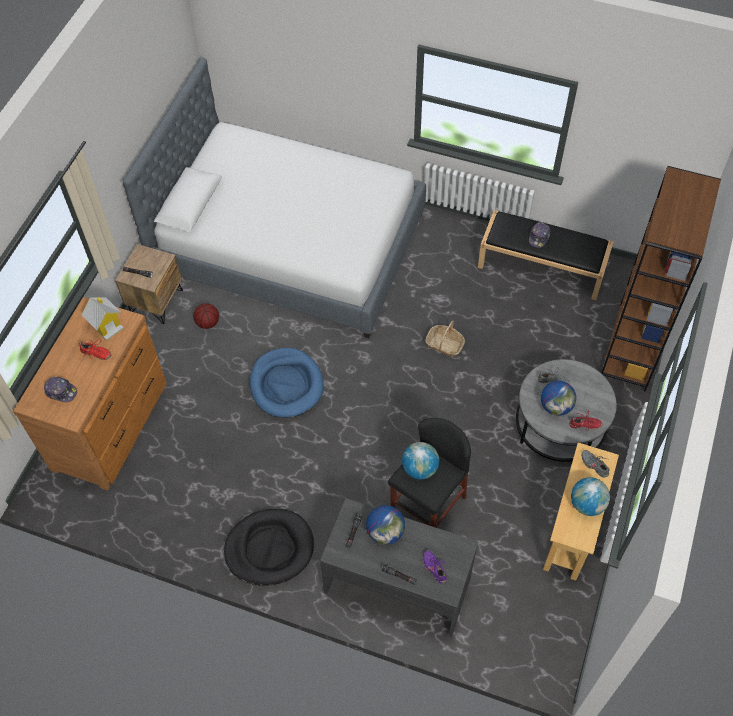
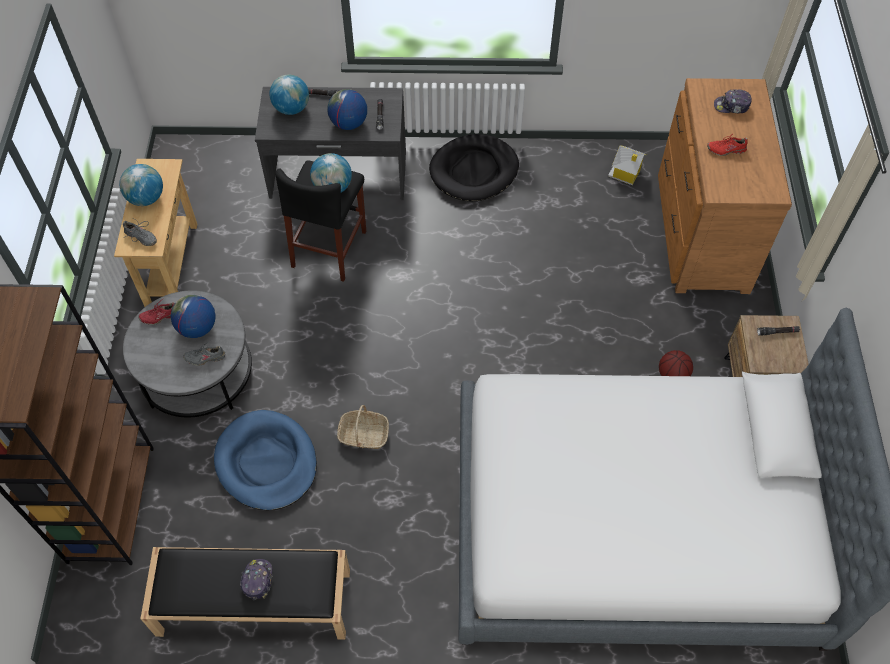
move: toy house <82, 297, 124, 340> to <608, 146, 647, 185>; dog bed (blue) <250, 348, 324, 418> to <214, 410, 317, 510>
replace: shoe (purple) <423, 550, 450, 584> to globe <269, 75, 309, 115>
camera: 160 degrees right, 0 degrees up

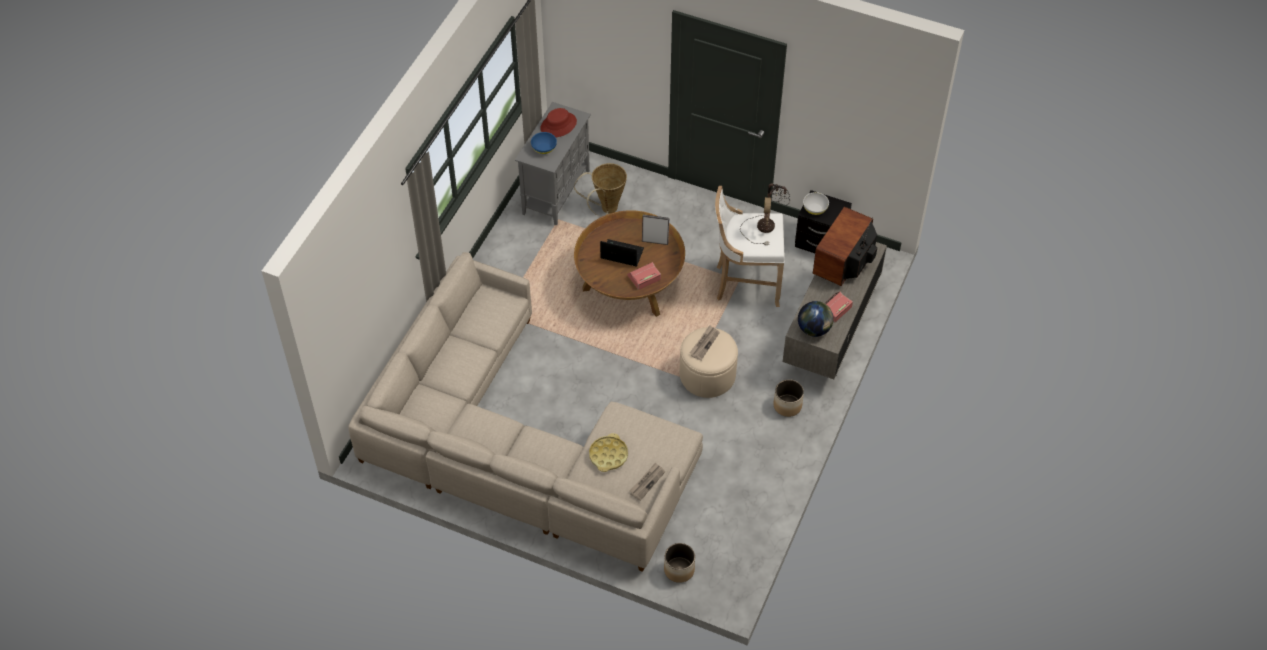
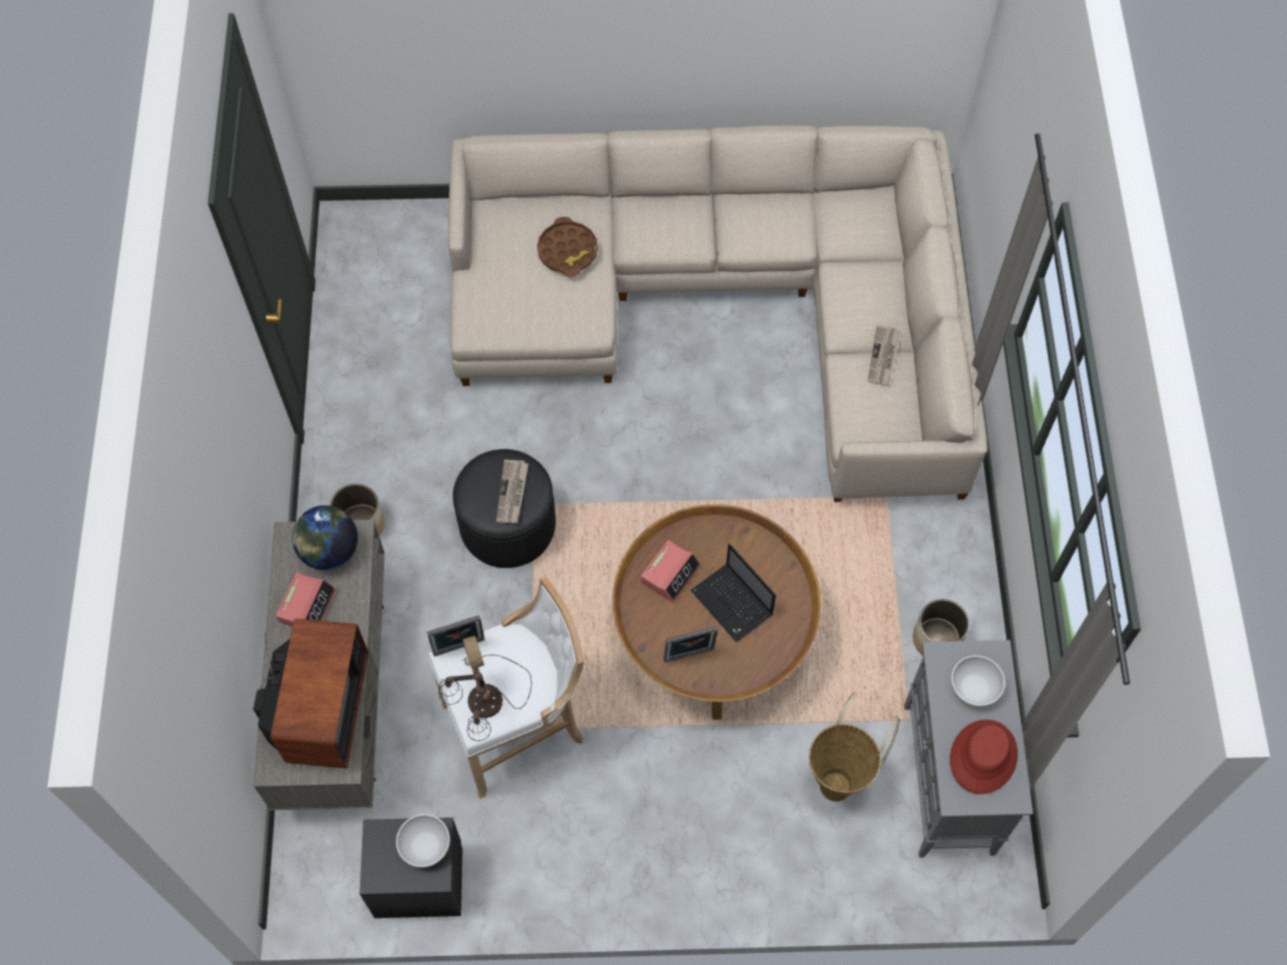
insert: picture frame <427, 615, 485, 656>
move: newspaper <630, 462, 665, 501> to <868, 325, 900, 385>; planter <664, 543, 695, 583> to <913, 599, 969, 655>
recolor: bowl (blue) <531, 132, 557, 154> to bowl (white) <951, 655, 1005, 707>; tray (yellow) <589, 433, 628, 472> to tray (brown) <537, 217, 598, 277>; ottoman (beige) <679, 327, 738, 398> to ottoman (black) <453, 449, 556, 568>
rotate: laptop <600, 239, 644, 267> = <691, 544, 776, 642> 60 degrees clockwise
camera: 155 degrees right, 10 degrees up

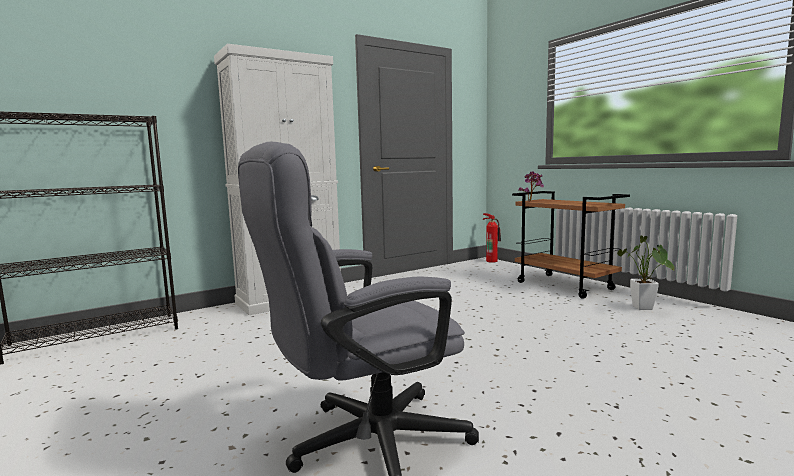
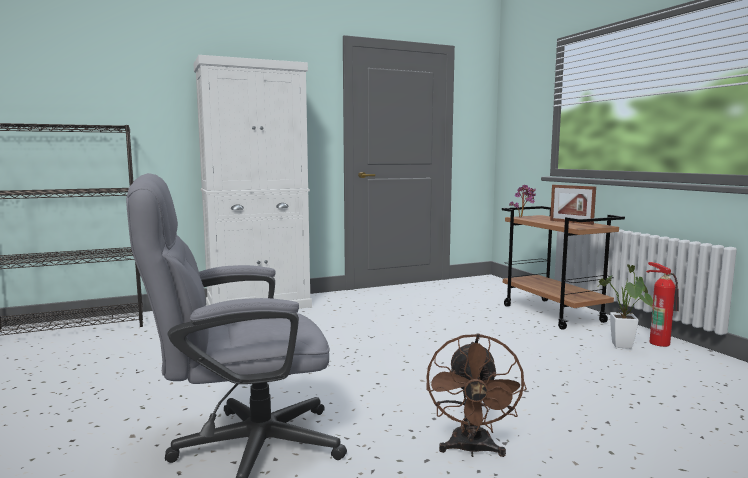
insert: fan (brown) <426, 333, 527, 457>; picture frame <550, 185, 596, 225>
move: fire extinguisher <483, 213, 501, 263> to <646, 262, 679, 347>
camera: 10 degrees right, 0 degrees up

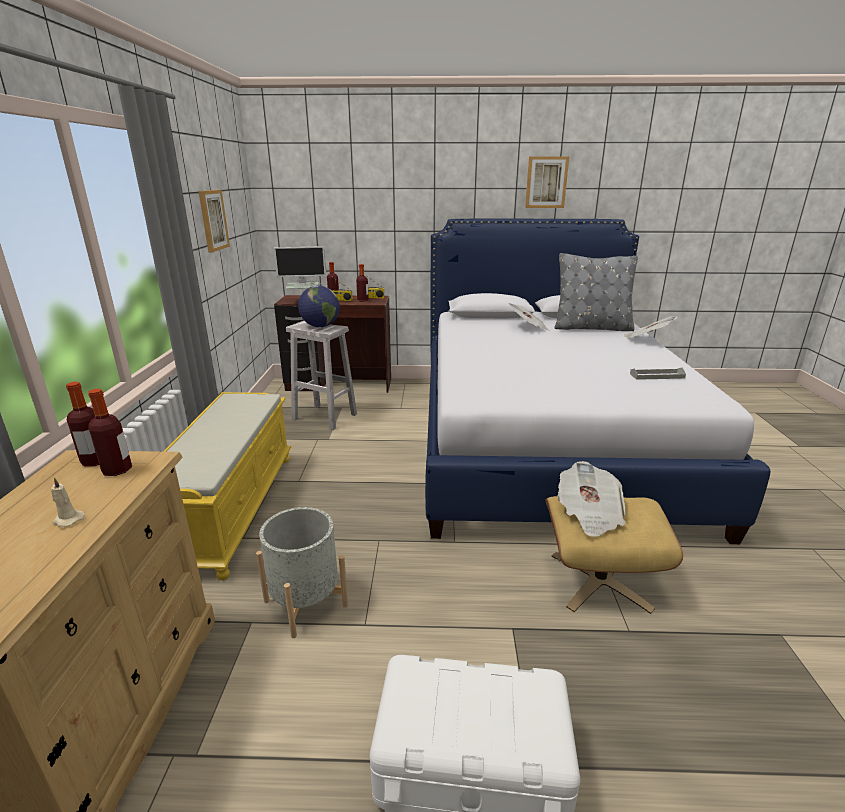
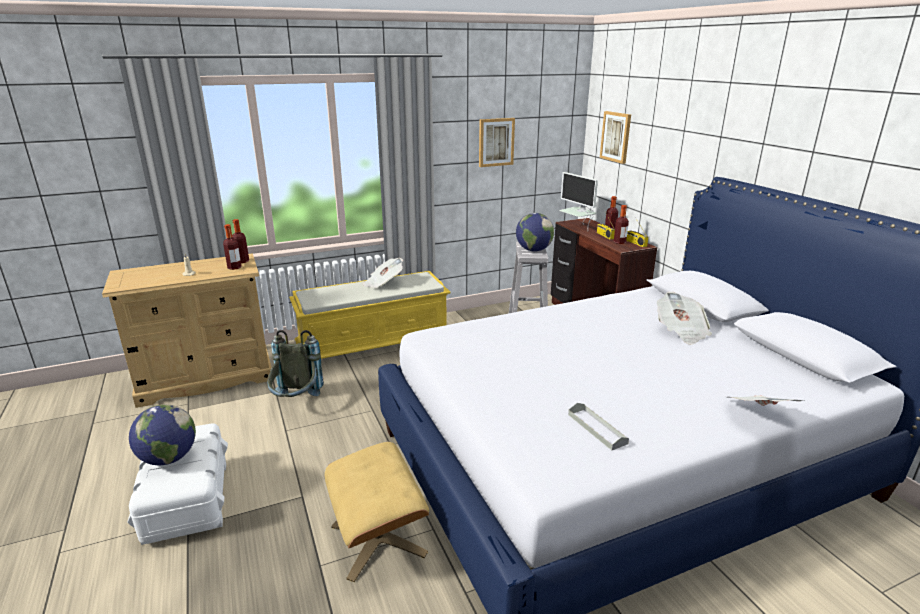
delete: pillow (grey) <554, 253, 638, 331>
insert: globe <129, 404, 196, 465>
move: picture <525, 156, 569, 208> to <600, 111, 631, 164>; newspaper <557, 461, 626, 537> to <363, 258, 403, 289>
replace: planter (grey) <256, 507, 348, 638> to backpack (grey) <267, 330, 324, 397>
camera: 65 degrees right, 0 degrees up

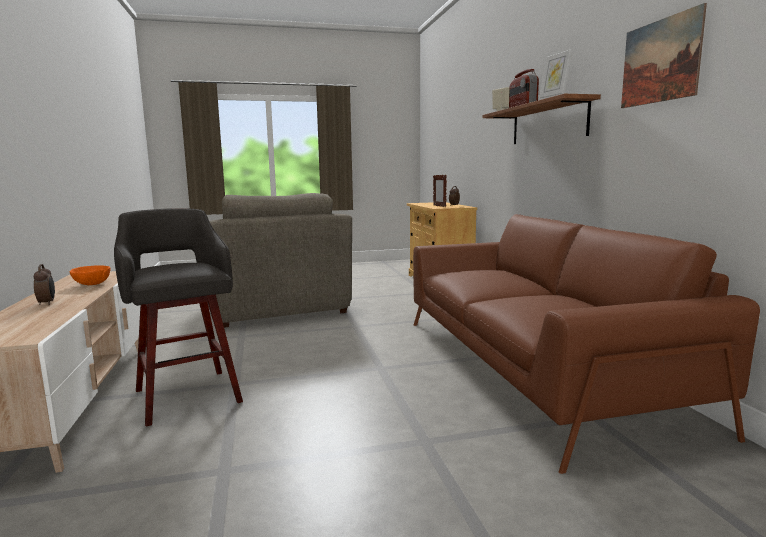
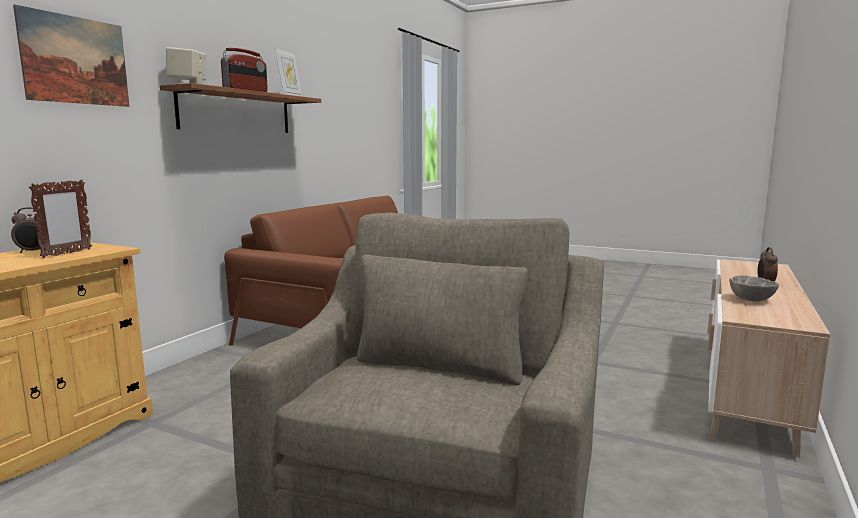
delete: stool (grey) <114, 208, 243, 426>
move: picture <621, 3, 707, 108> to <13, 4, 130, 107>
recolor: bowl (orange) <70, 265, 110, 285> to bowl (grey) <729, 275, 779, 301>
camera: 140 degrees left, 0 degrees up

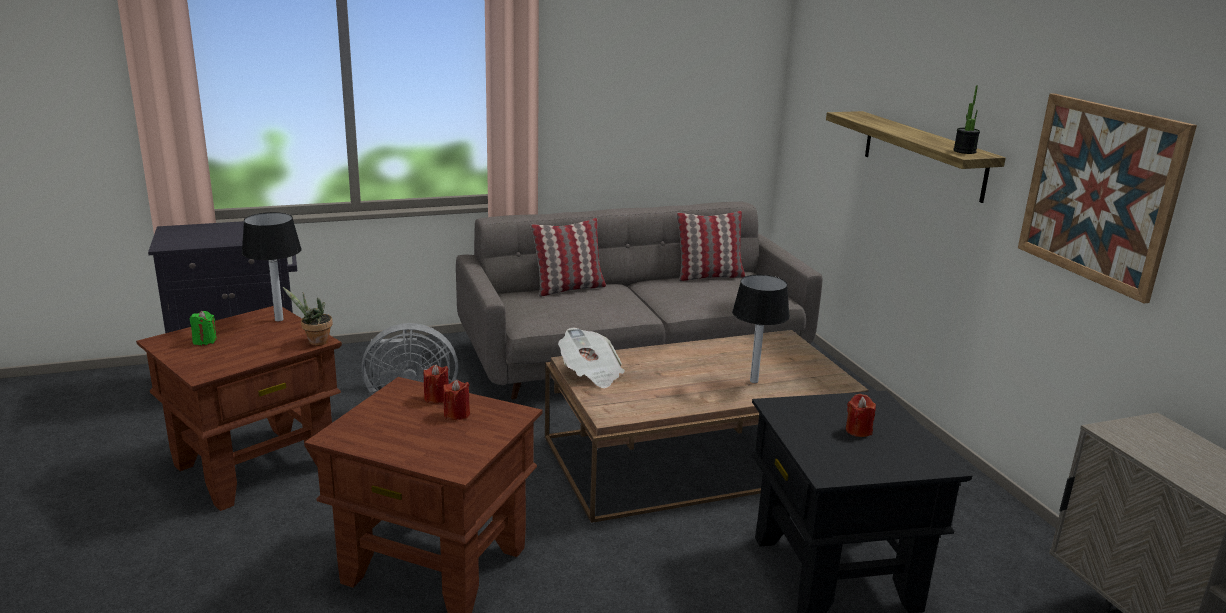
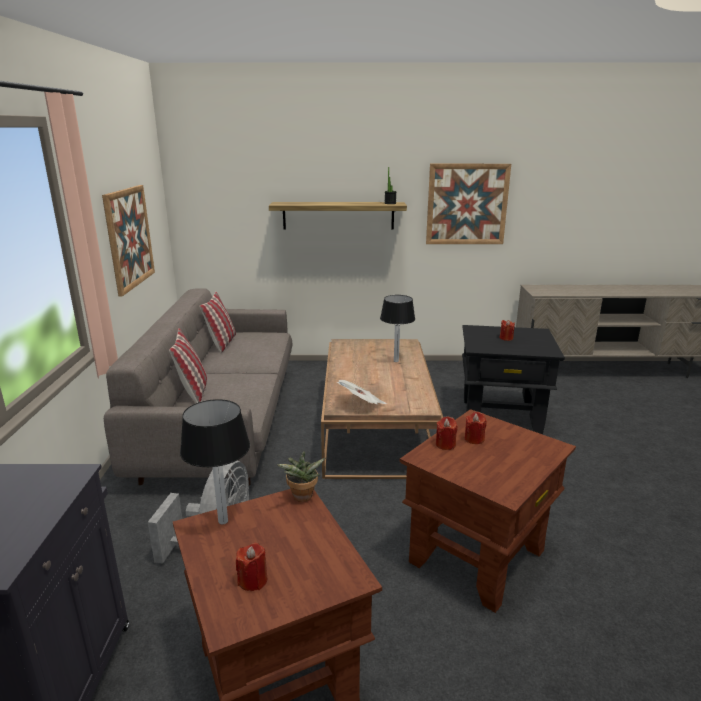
insert: picture <102, 185, 155, 297>
recolor: candle (green) <190, 311, 217, 345> to candle (red) <236, 543, 267, 591>
camera: 70 degrees left, 0 degrees up

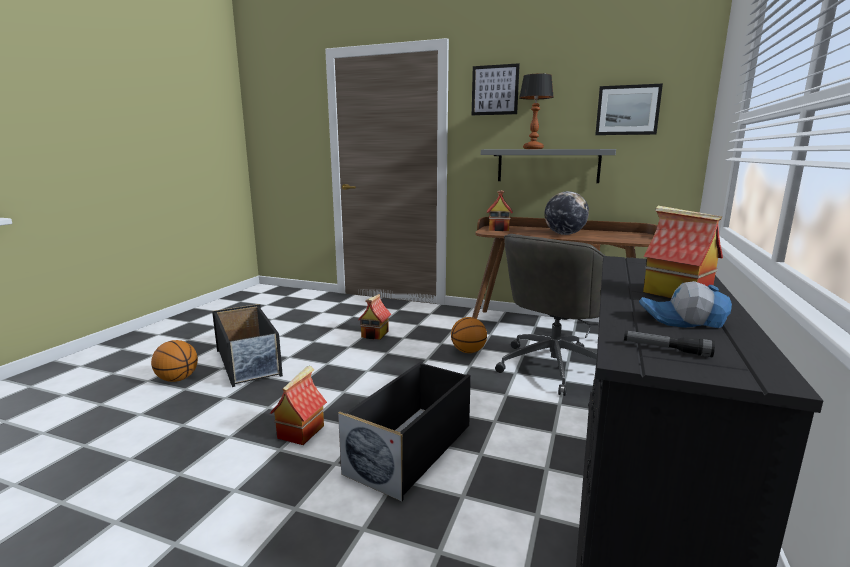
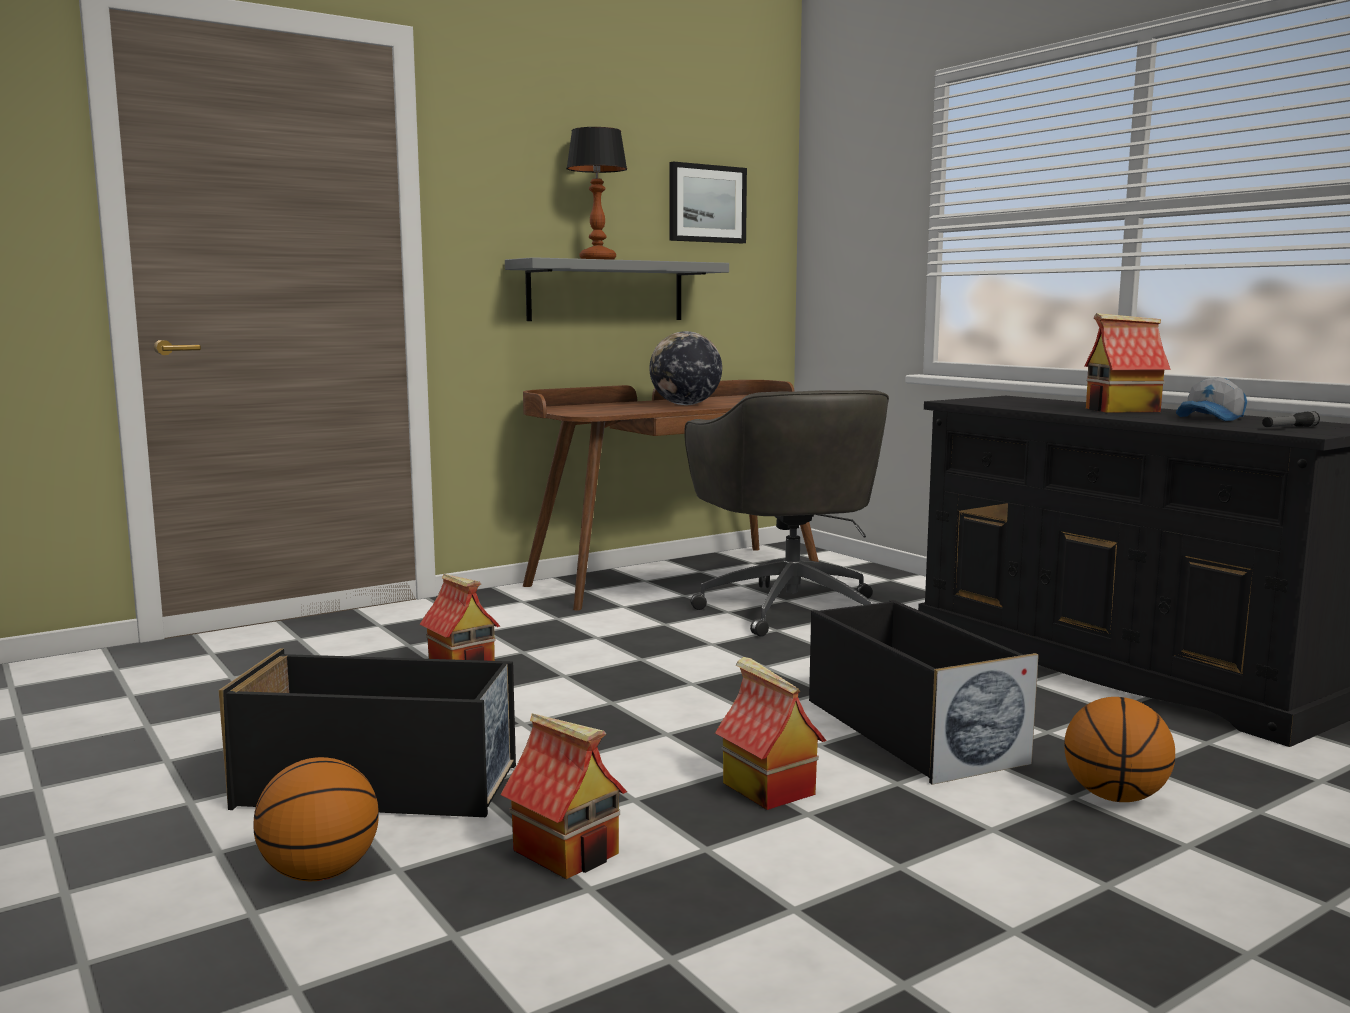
delete: picture <472, 63, 520, 115>
move: basketball <451, 317, 487, 353> to <1064, 697, 1175, 802>; toy house <487, 190, 513, 231> to <501, 713, 627, 879>
camera: 55 degrees left, 5 degrees down

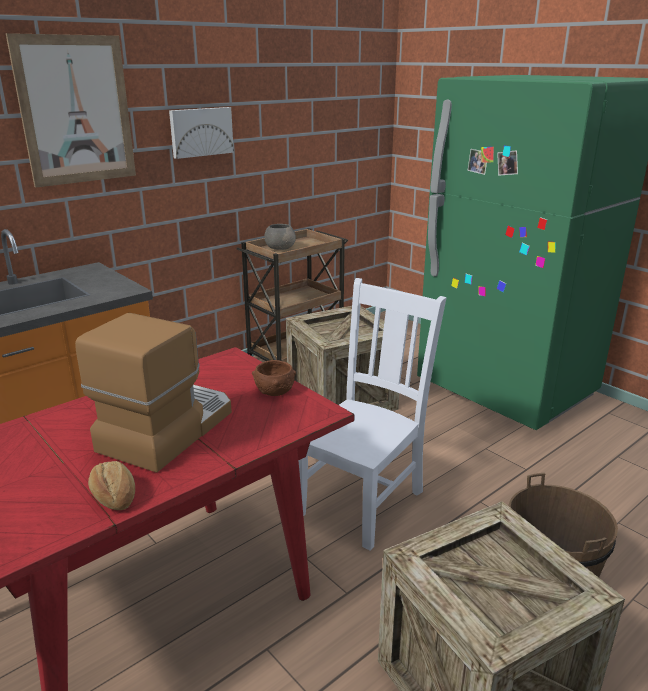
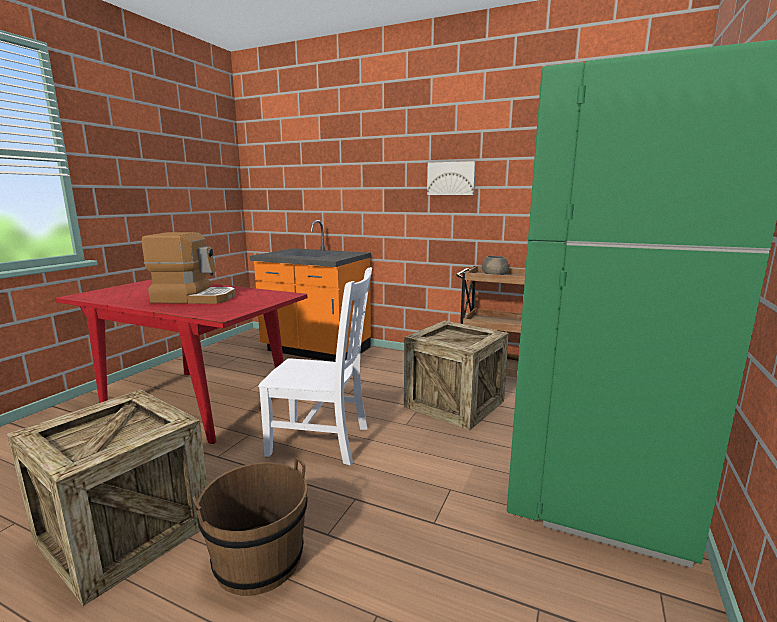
delete: picture <6, 33, 136, 188>; bread <88, 461, 135, 510>; bowl (brown) <252, 360, 296, 396>
camera: 65 degrees right, 10 degrees down

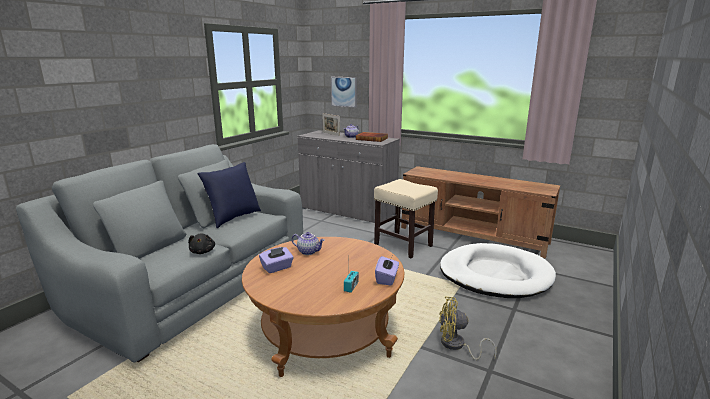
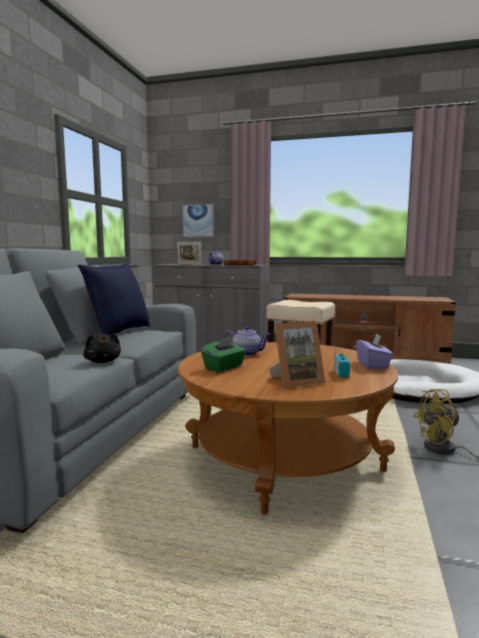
insert: picture frame <269, 321, 326, 388>
recolor: tissue box (purple) <259, 247, 294, 273> to tissue box (green) <201, 336, 246, 372>
camera: 15 degrees left, 10 degrees down

